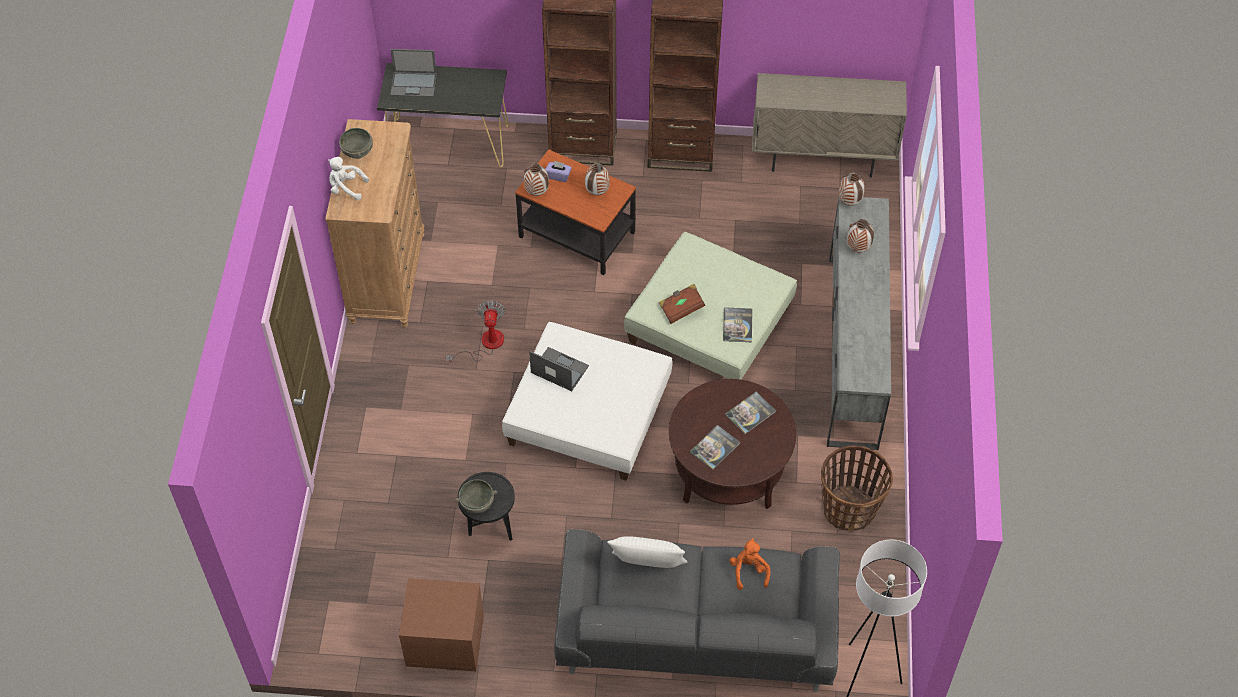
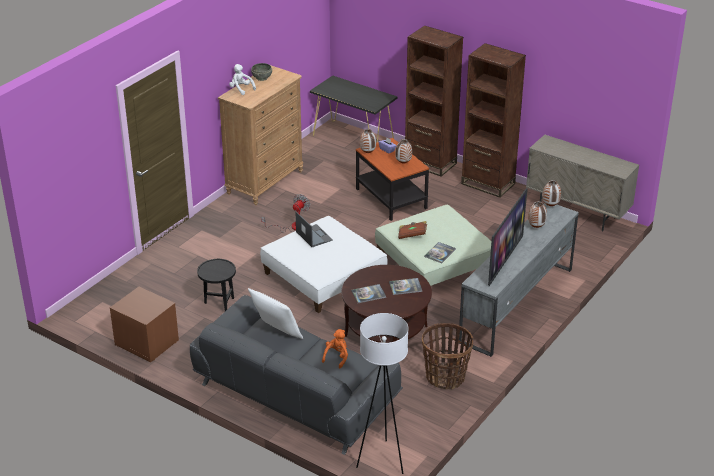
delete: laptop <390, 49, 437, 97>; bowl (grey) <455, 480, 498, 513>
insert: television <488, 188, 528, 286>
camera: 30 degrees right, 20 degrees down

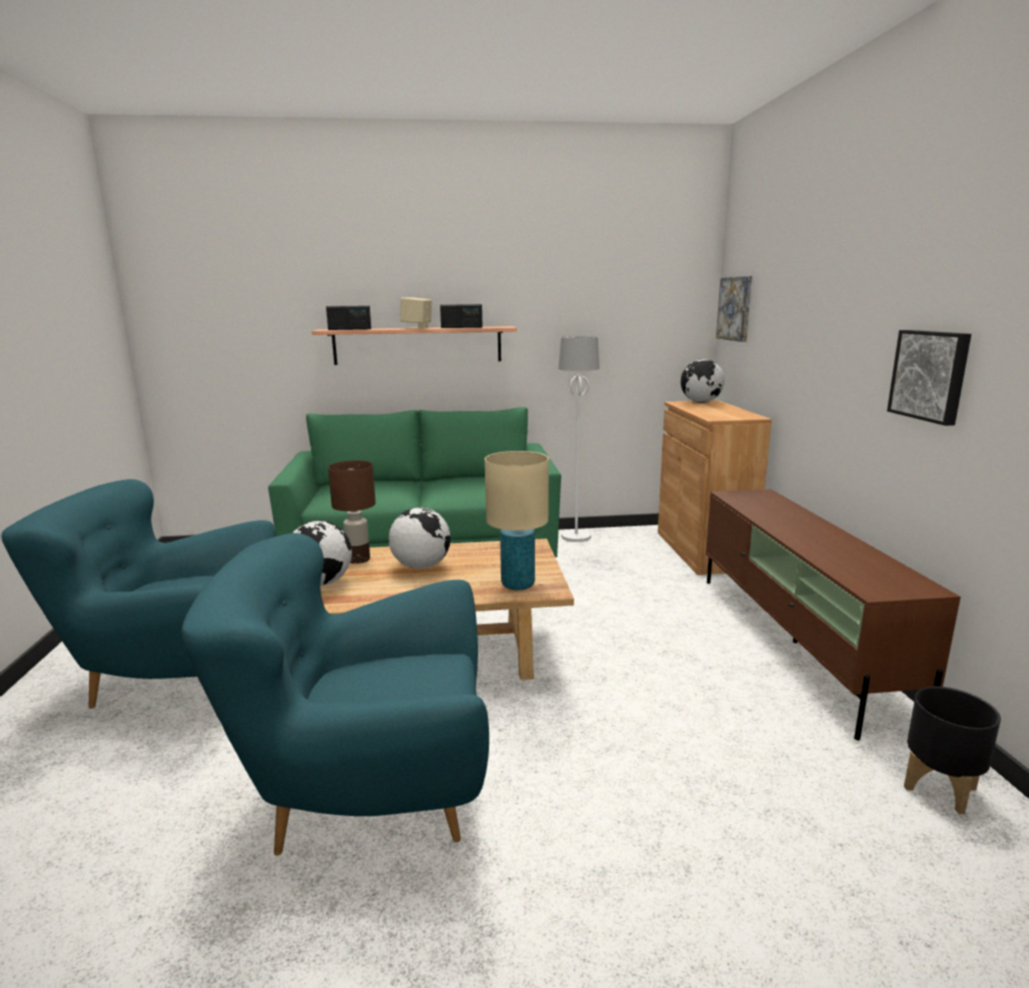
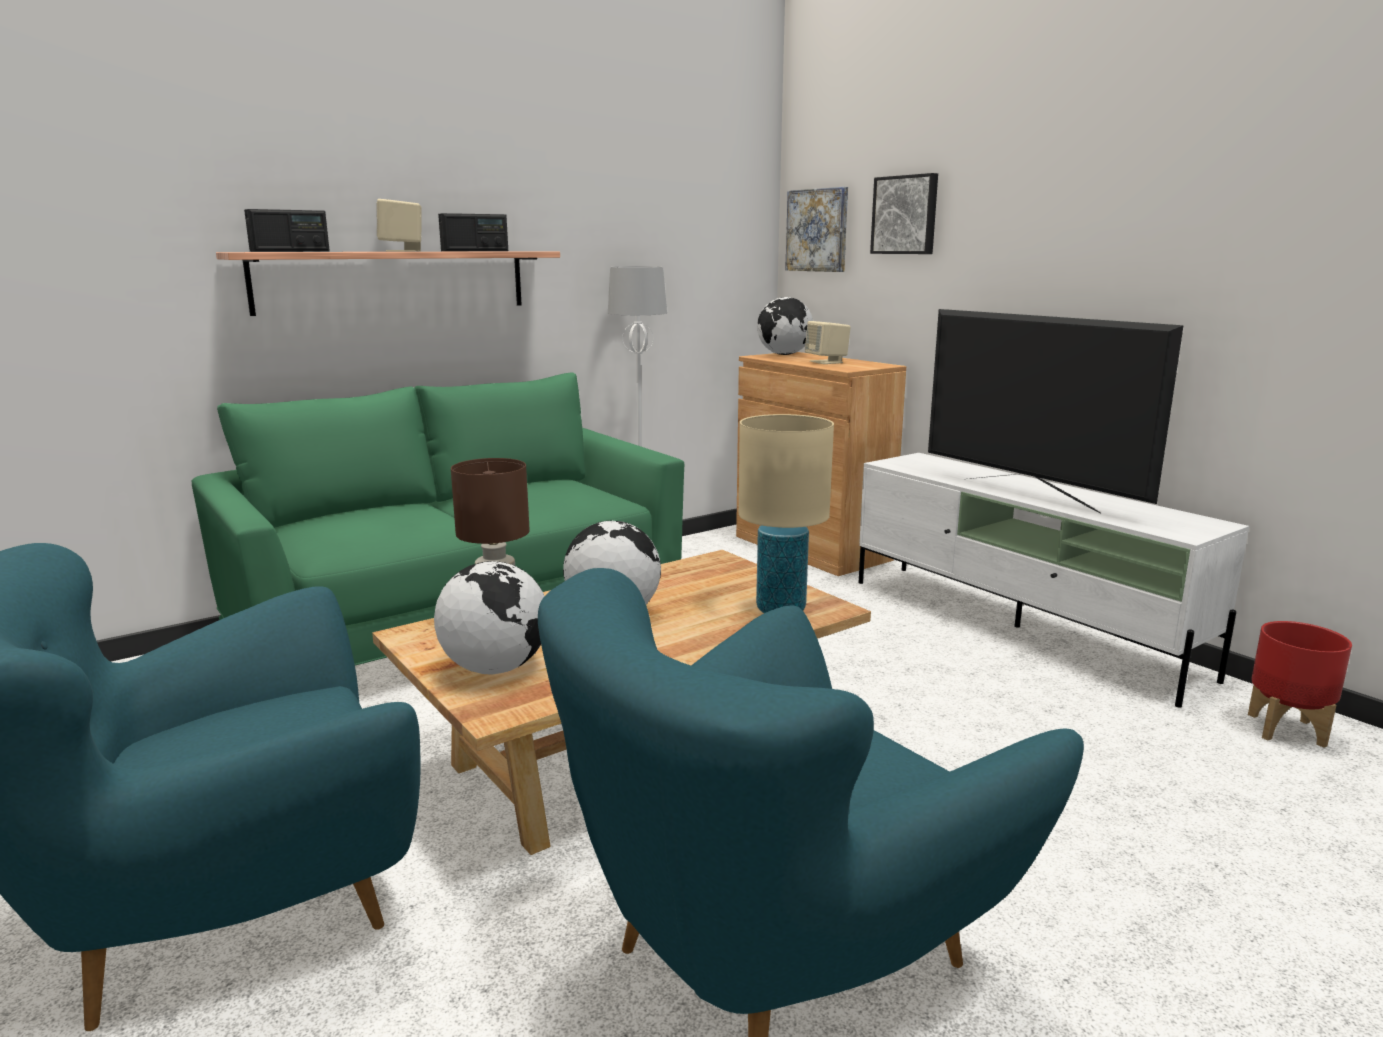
insert: speaker (beige) <805, 321, 851, 364>; television <928, 309, 1184, 514>
move: picture <887, 330, 971, 426> to <870, 173, 938, 254>
recolor: tv stand (brown) <706, 489, 961, 741> to tv stand (white) <859, 453, 1249, 708>; planter (black) <904, 686, 1001, 814> to planter (red) <1248, 621, 1352, 748>
camera: 30 degrees left, 0 degrees up

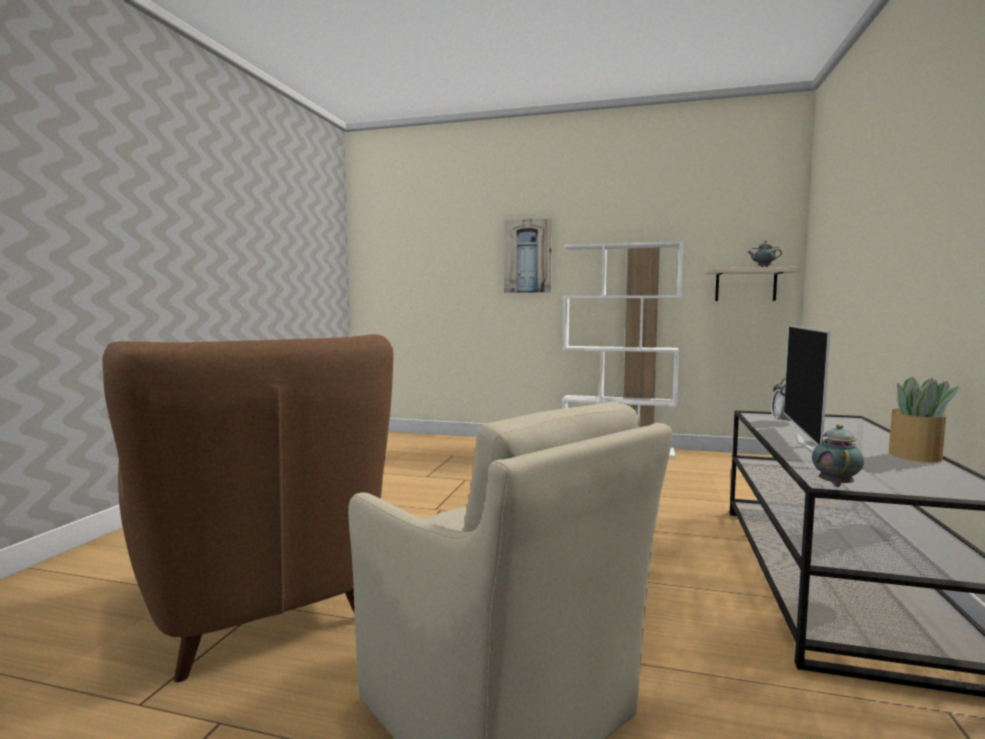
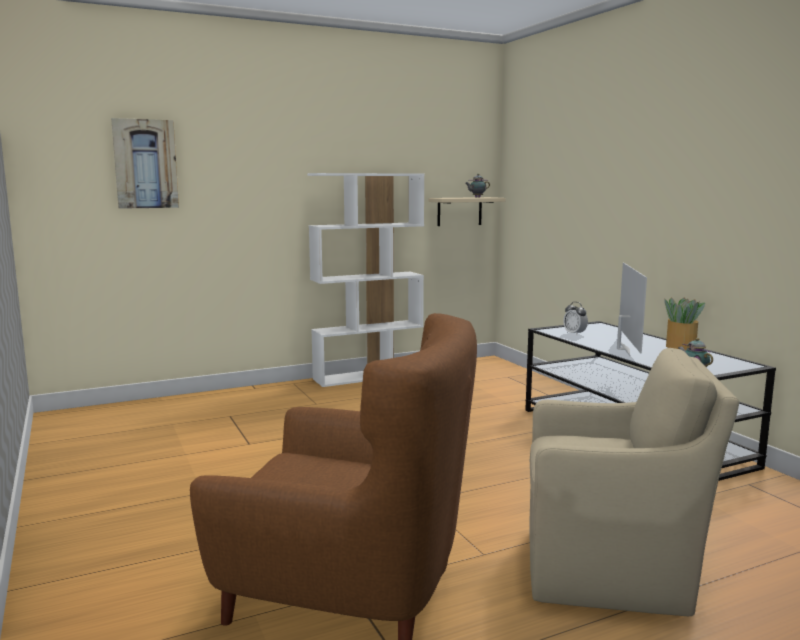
move: picture <504, 218, 552, 293> to <111, 118, 179, 209>
rotate: television <784, 325, 831, 452> = <617, 263, 647, 356> 150 degrees counterclockwise
camera: 40 degrees left, 5 degrees up

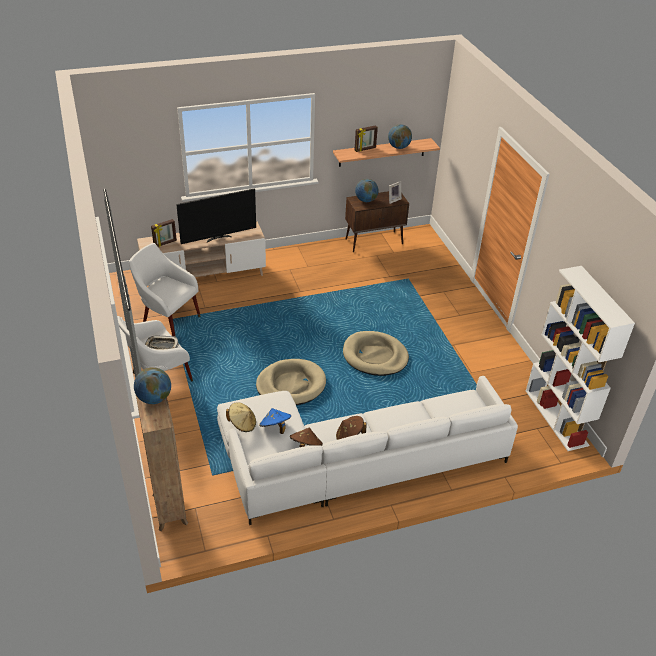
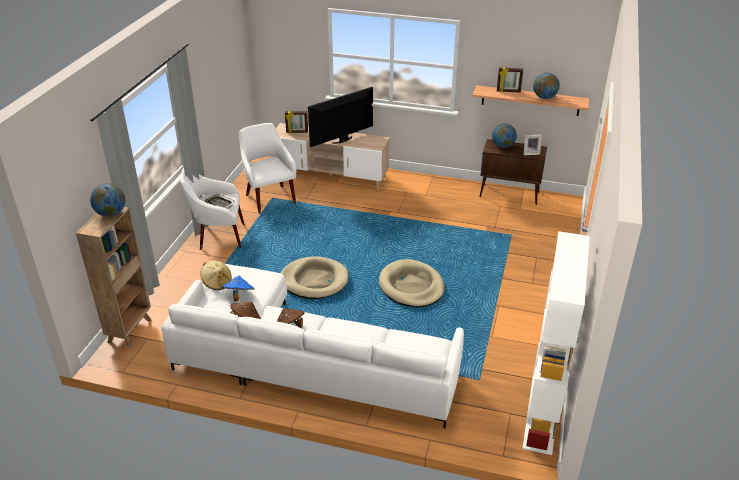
rotate: television <176, 188, 256, 244> = <308, 87, 373, 147> 135 degrees clockwise
camera: 35 degrees right, 5 degrees down

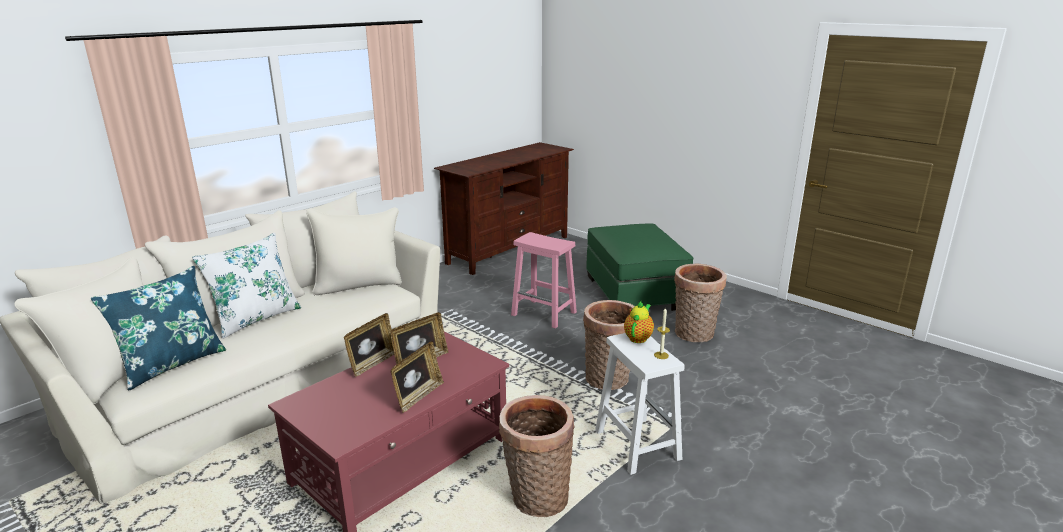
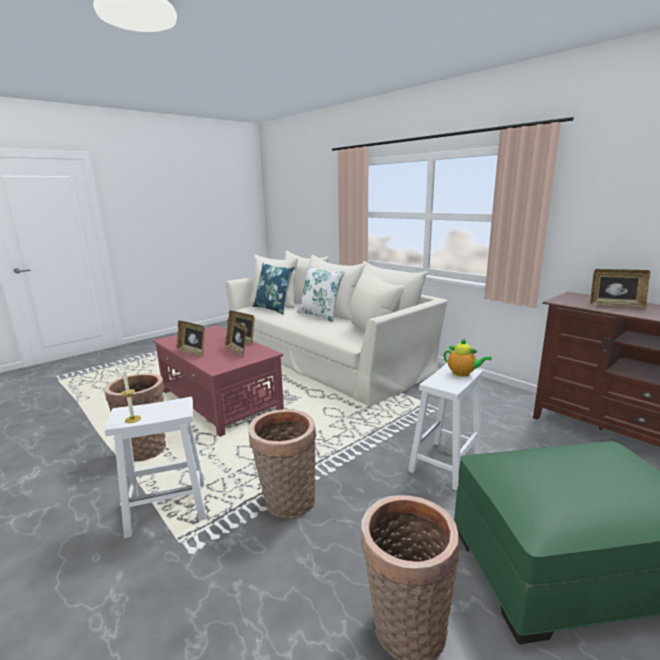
insert: picture frame <591, 269, 650, 308>
move: teapot <624, 301, 654, 343> to <443, 338, 492, 377>
recolor: stool (pink) <511, 232, 577, 329> to stool (white) <408, 363, 483, 491>
camera: 95 degrees right, 5 degrees down

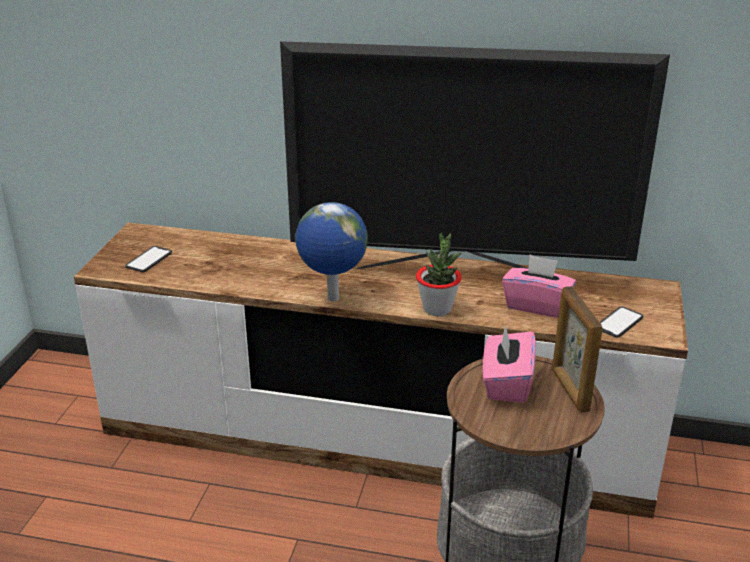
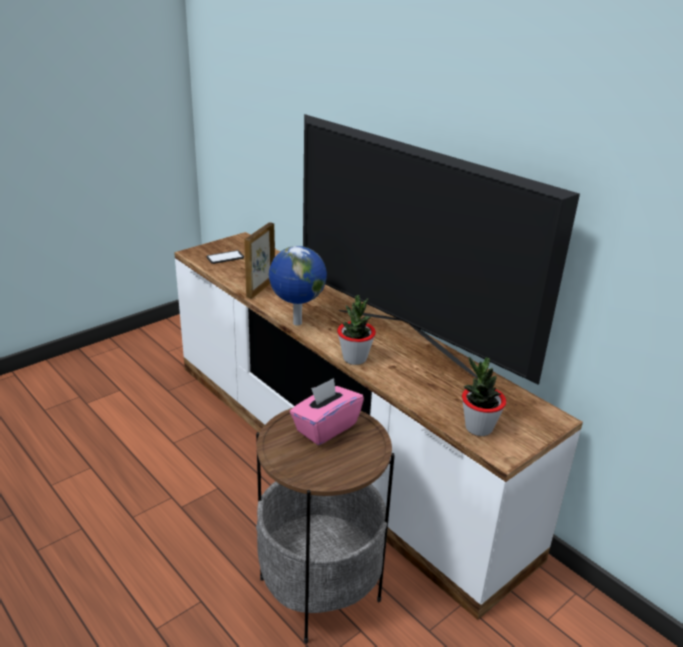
delete: tissue box (pink) <502, 255, 576, 318>
move: picture frame <552, 286, 603, 413> to <244, 222, 275, 299>
replace: phone <600, 306, 643, 338> to potted plant <462, 356, 506, 436>
camera: 35 degrees right, 0 degrees up

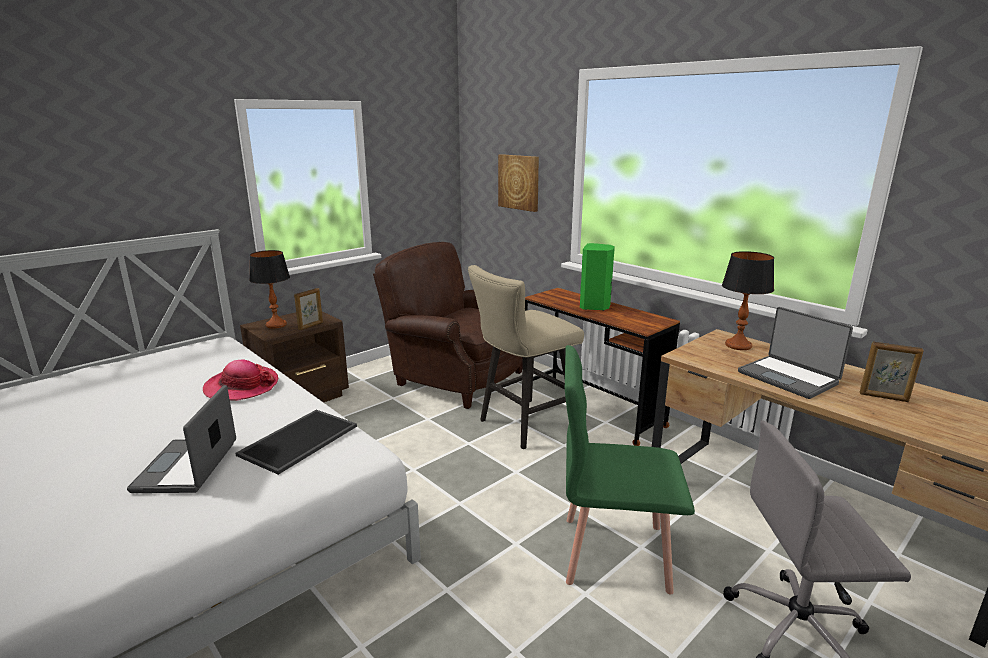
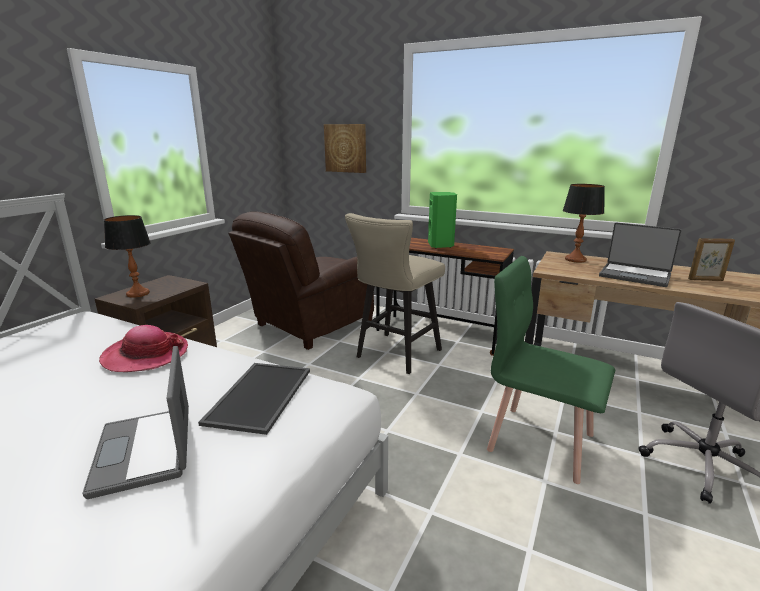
delete: picture frame <294, 288, 323, 330>
rotate: armchair (brown) <373, 242, 523, 409> = <228, 211, 374, 350> 60 degrees counterclockwise; chair (green) <565, 345, 695, 594> = <487, 256, 615, 484> 45 degrees clockwise
camera: 20 degrees left, 0 degrees up

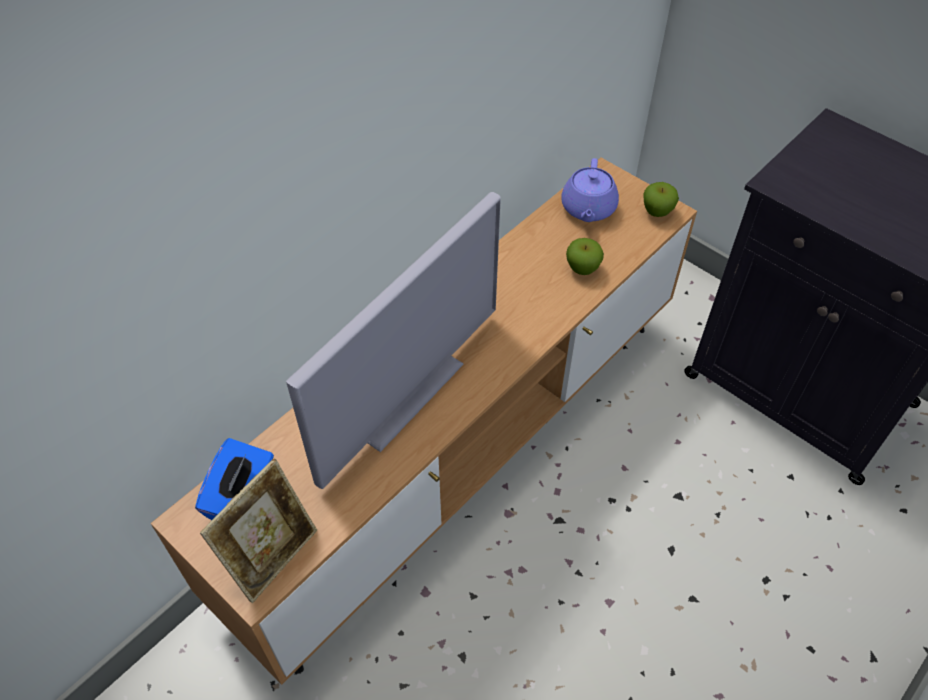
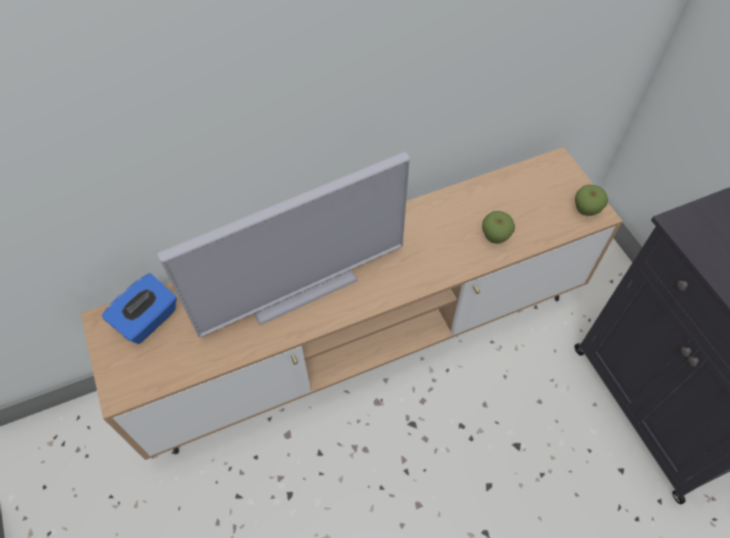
delete: picture frame <200, 458, 317, 603>; teapot (purple) <561, 158, 619, 222>
camera: 25 degrees right, 5 degrees up

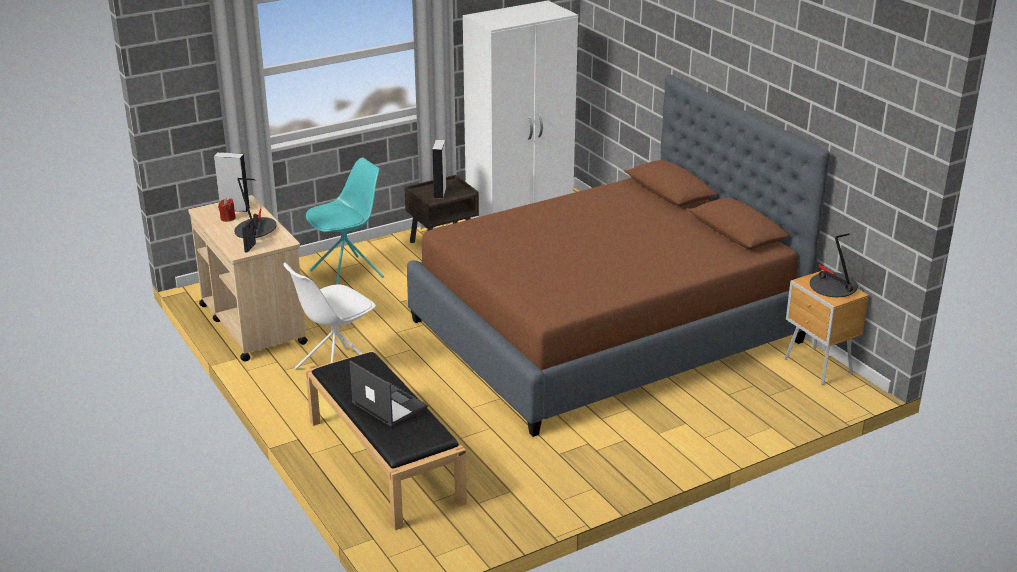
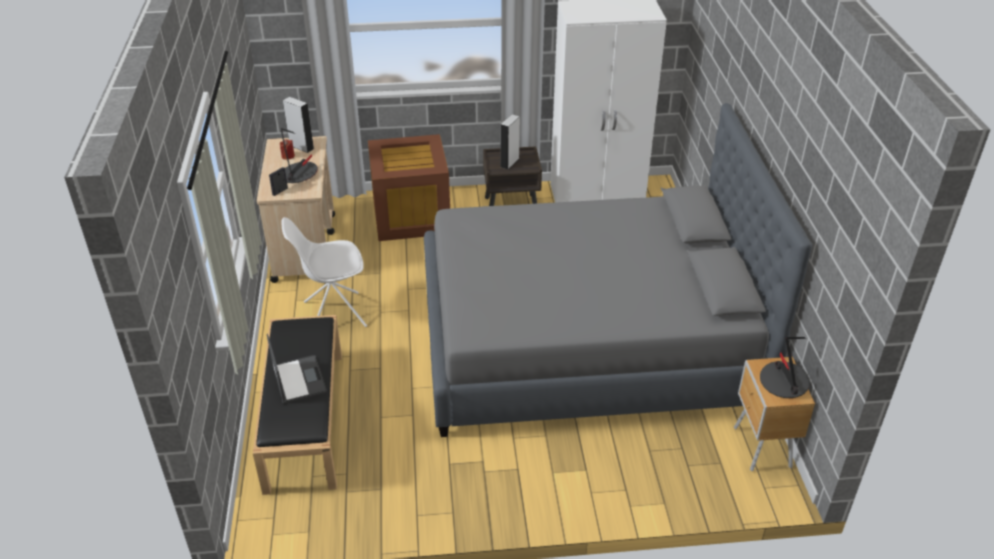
replace: chair (turquoise) <306, 158, 384, 285> to storage box (brown) <368, 134, 450, 241>
recolor: bed (brown) <407, 74, 830, 437> to bed (grey) <424, 103, 812, 437>
camera: 25 degrees right, 10 degrees up

